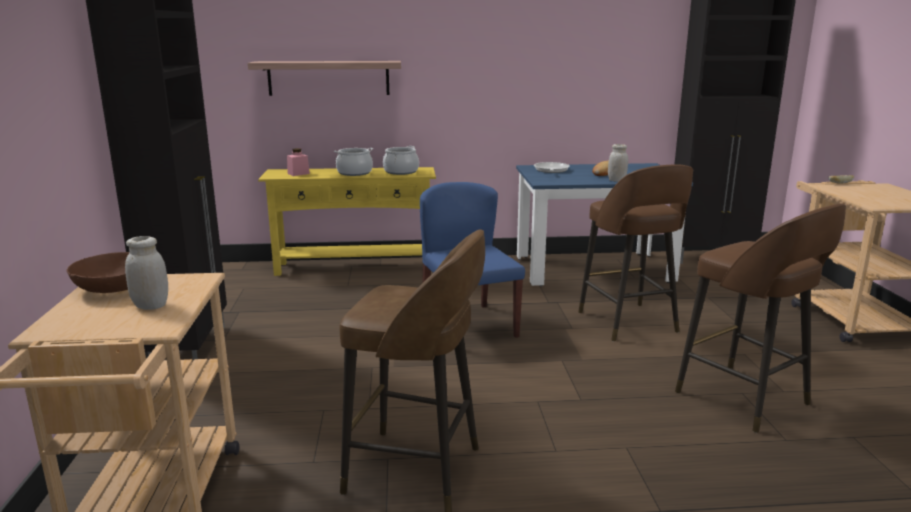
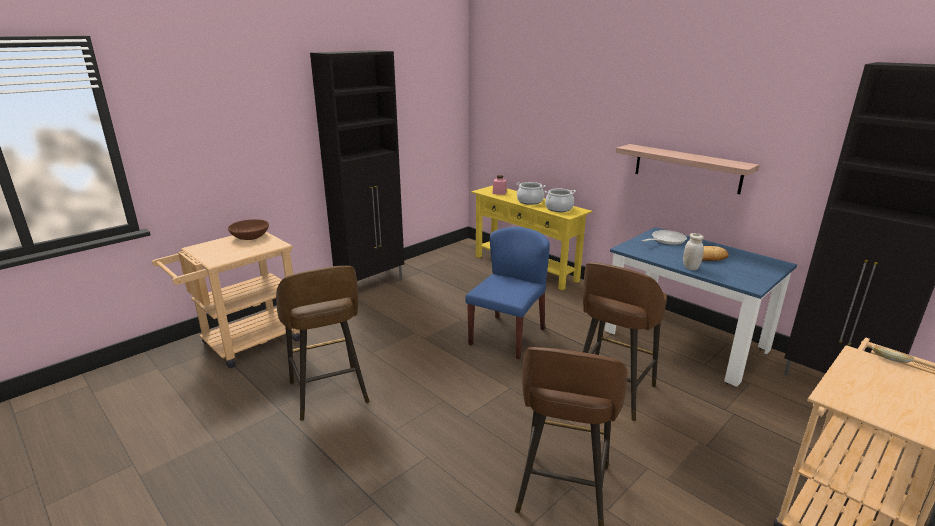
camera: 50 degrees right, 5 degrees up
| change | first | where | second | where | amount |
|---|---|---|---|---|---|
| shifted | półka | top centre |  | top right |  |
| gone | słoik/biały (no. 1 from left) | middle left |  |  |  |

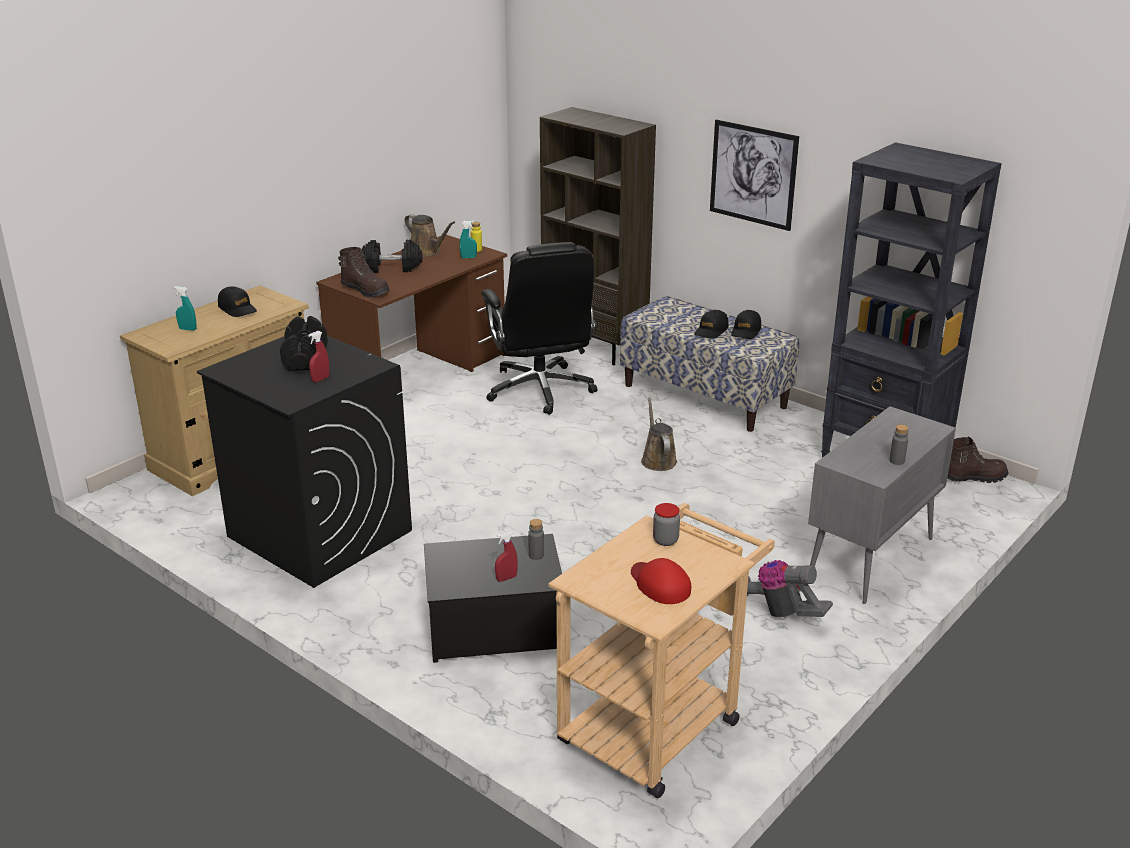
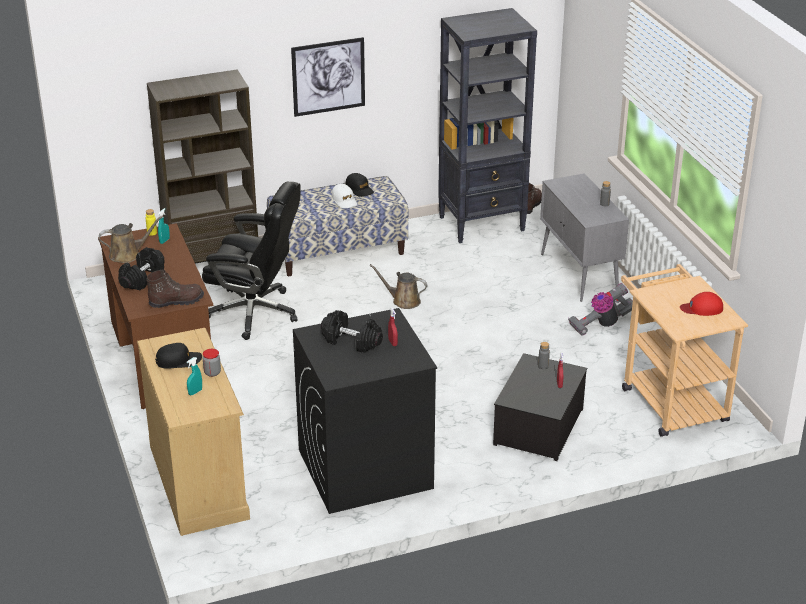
camera: 60 degrees left, 5 degrees up
| change | first | where | second | where | amount |
|---|---|---|---|---|---|
| shifted | słoik | centre |  | middle left |  |
| repainted | czapka z daszkiem/czarny (no. 2 from left) | centre | czapka z daszkiem/biały | top centre |  |

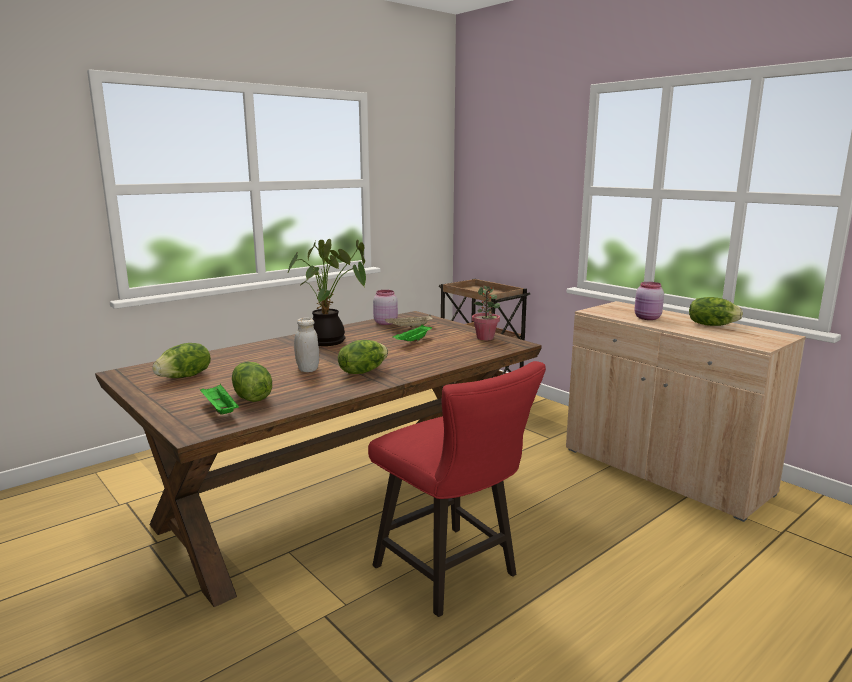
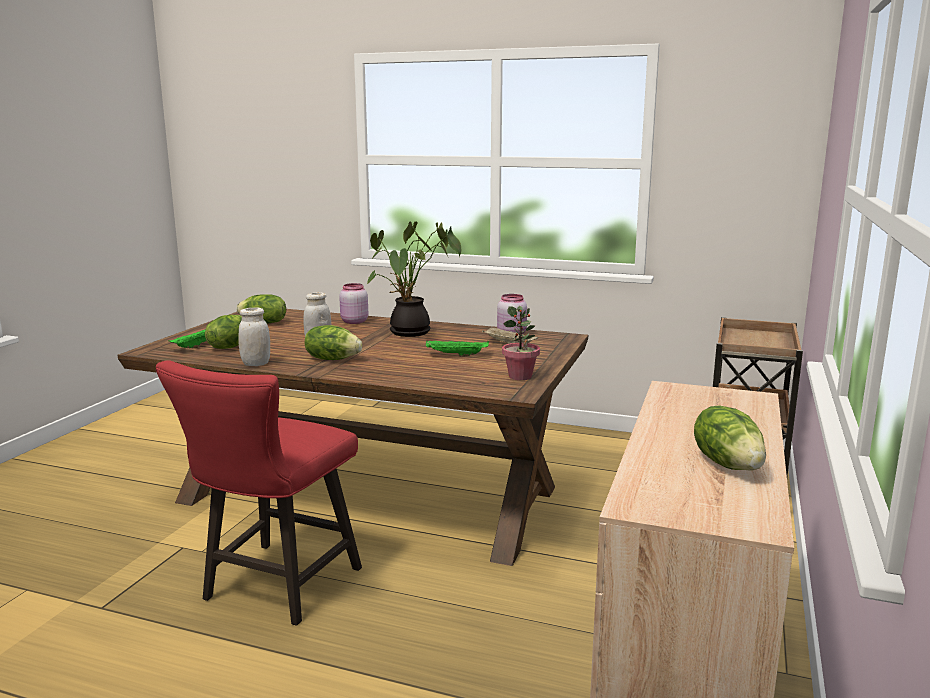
camera: 60 degrees right, 0 degrees up
| change | first | where | second | where | amount |
|---|---|---|---|---|---|
| new |  |  | słoik/biały (no. 1 from left) | middle left |  |
| shifted | słoik/różowy (no. 2 from left in the first image) | middle right | słoik/różowy (no. 1 from left) | centre |  |

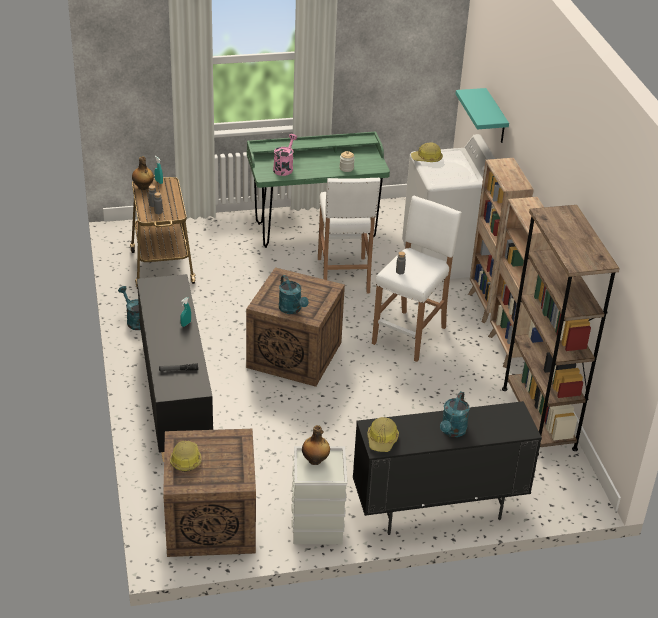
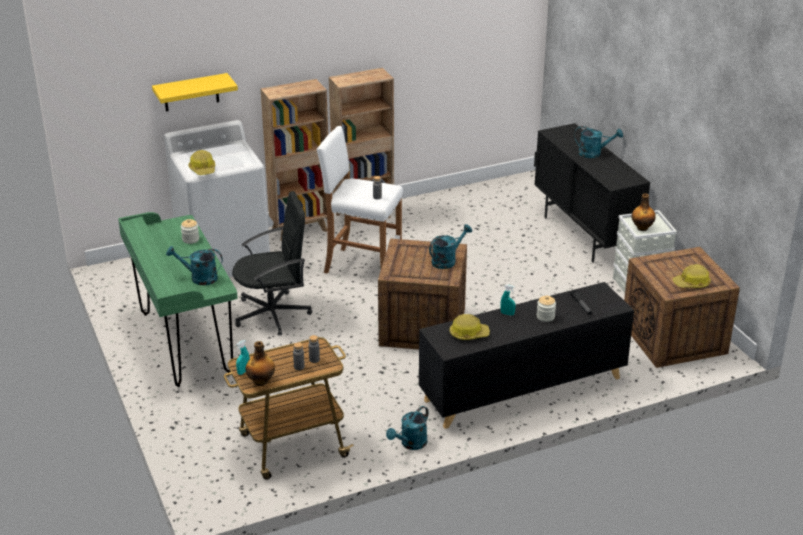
camera: 100 degrees left, 5 degrees down
| change | first | where | second | where | amount |
|---|---|---|---|---|---|
| repainted | półka/turkusowy | top right | półka/żółty | top left |  |
| repainted | konewka/różowy | top centre | konewka/turkusowy (no. 1 from left) | middle left |  |
| swapped | stołek/biały (no. 1 from left) | centre | krzesło biurowe/czarny | centre |  |
| shifted | kask (no. 2 from left) | bottom centre |  | centre |  |
| new |  |  | słoik (no. 2 from left) | middle right |  |
| gone | regał/brązowy (no. 3 from left) | middle right |  |  |  |

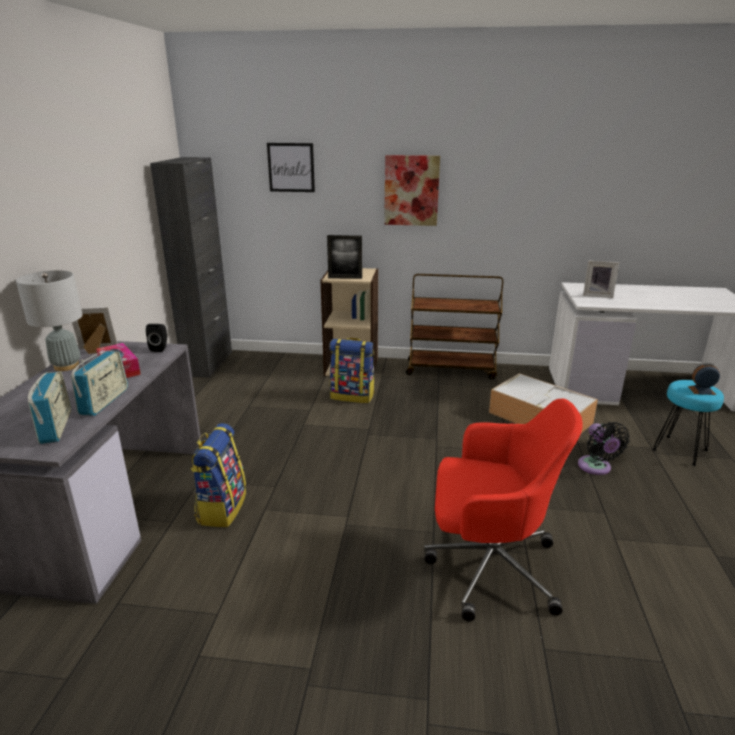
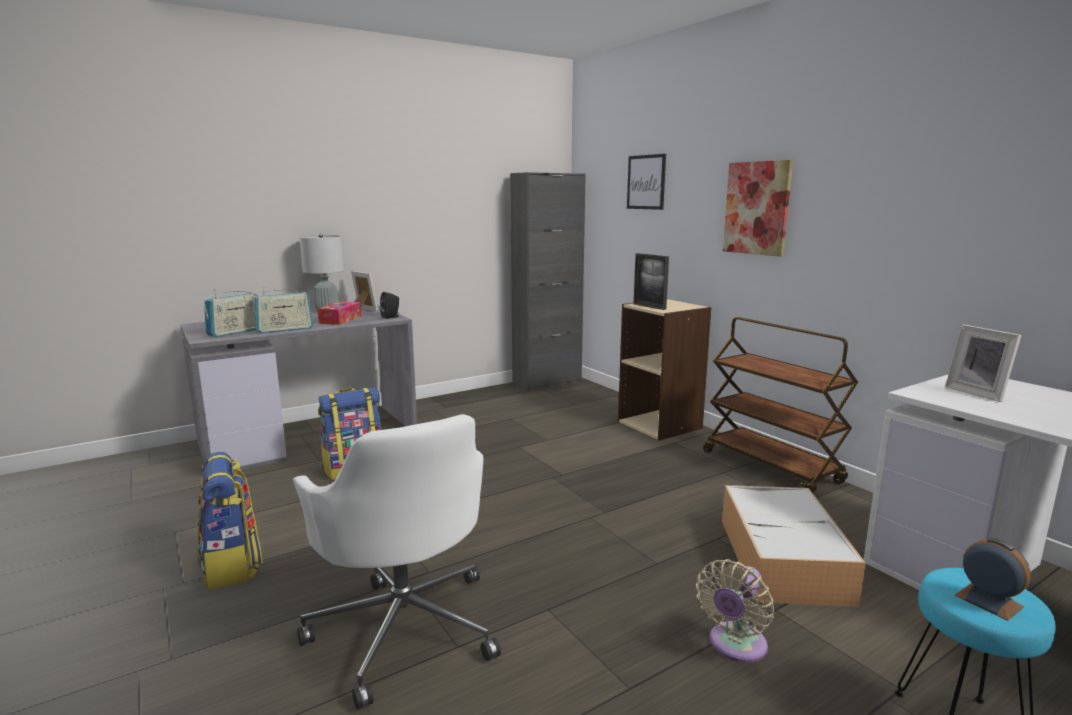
camera: 50 degrees right, 10 degrees down
| change | first | where | second | where | amount |
|---|---|---|---|---|---|
| shifted | plecak (no. 2 from left in the first image) | centre | plecak (no. 1 from left) | bottom left |  |
| repainted | krzesło biurowe/czerwony | bottom right | krzesło biurowe/biały | bottom centre |  |
| repainted | wentylator/czarny | middle right | wentylator/beżowy | bottom right |  |

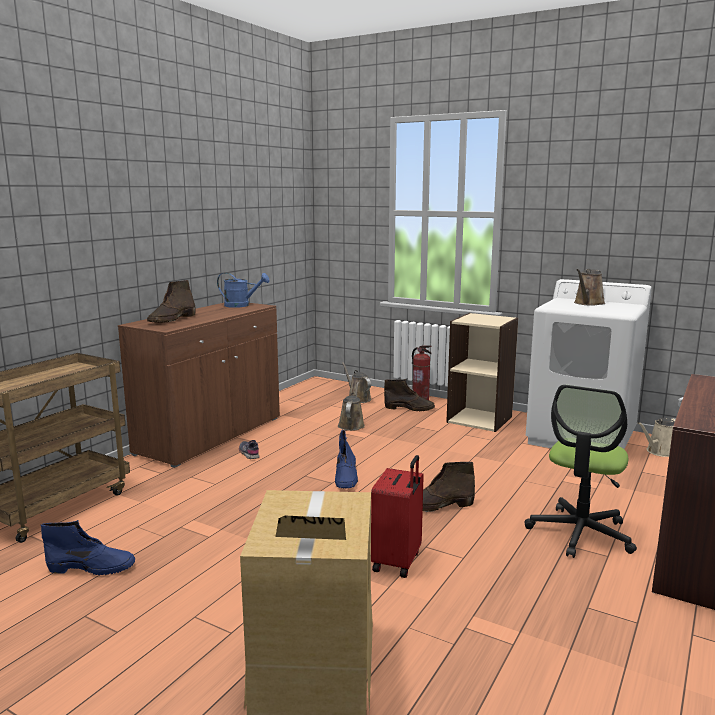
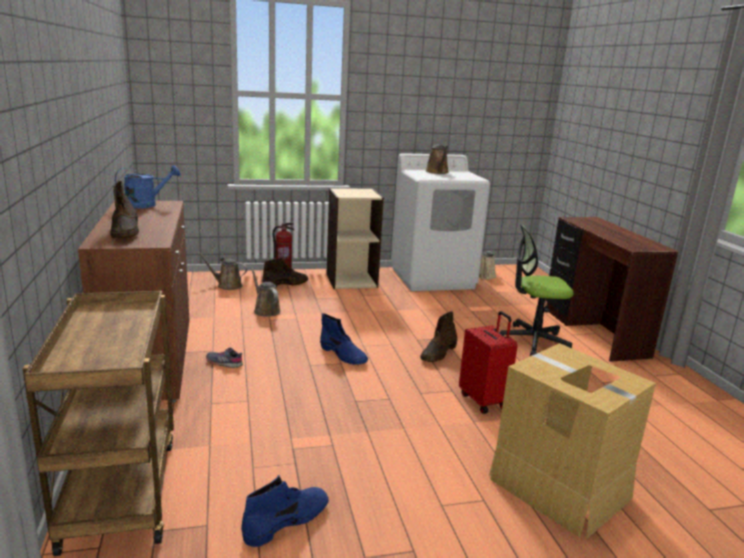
camera: 45 degrees left, 5 degrees up
| change | first | where | second | where | amount |
|---|---|---|---|---|---|
| rotated | krzesło biurowe | middle right |  | middle right | 105 degrees clockwise |

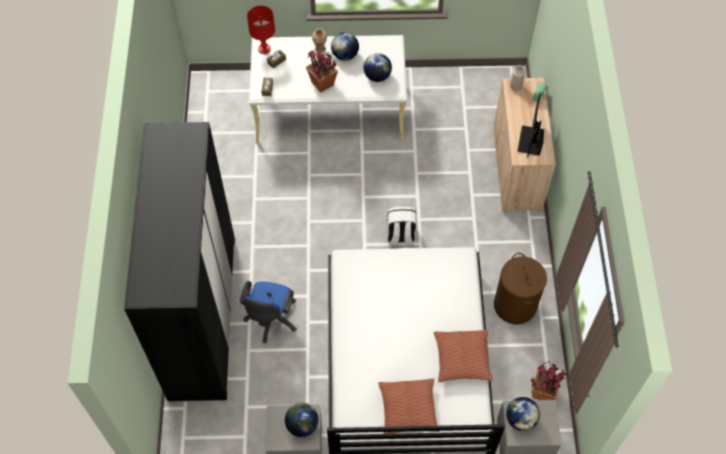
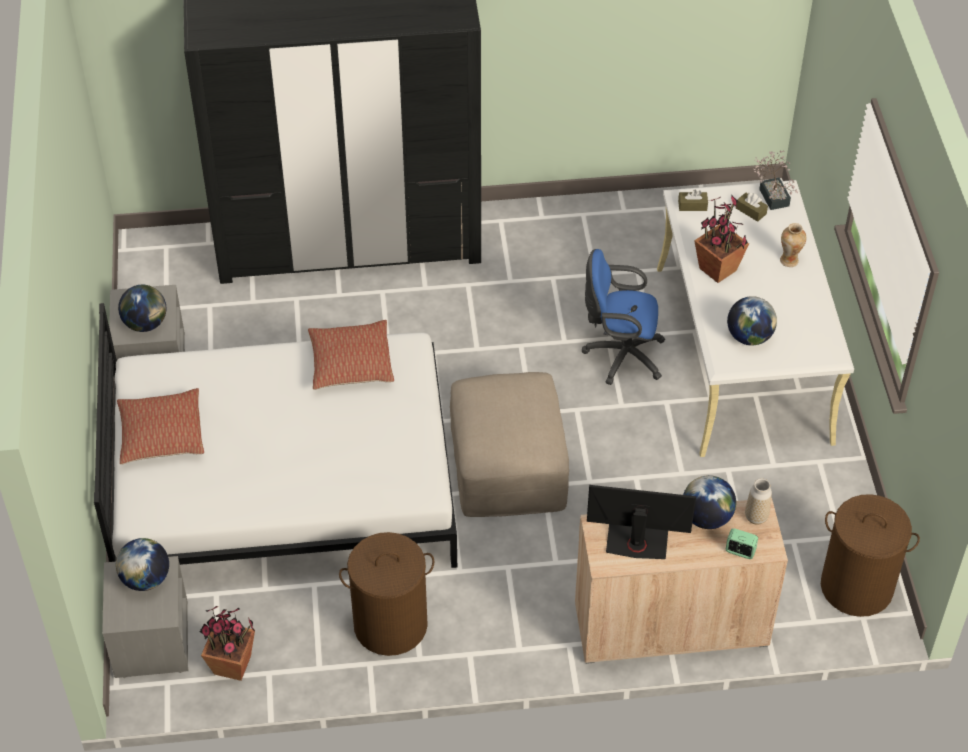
camera: 85 degrees right, 10 degrees down
| change | first | where | second | where | amount |
|---|---|---|---|---|---|
| shifted | poduszka (no. 2 from left) | bottom centre |  | centre |  |
| swapped | plecak/biały | centre | pufa/beżowy | centre |  |
| shifted | krzesło biurowe/niebieski | bottom centre |  | centre |  |
| shifted | globus (no. 2 from left in the first image) | top centre | globus (no. 3 from left) | bottom right |  |
| swapped | lampa stołowa/czerwony | top centre | roślina doniczkowa (no. 3 from left) | top right |  |
| new |  |  | kosz na pranie/brązowy (no. 2 from left) | bottom right |  |

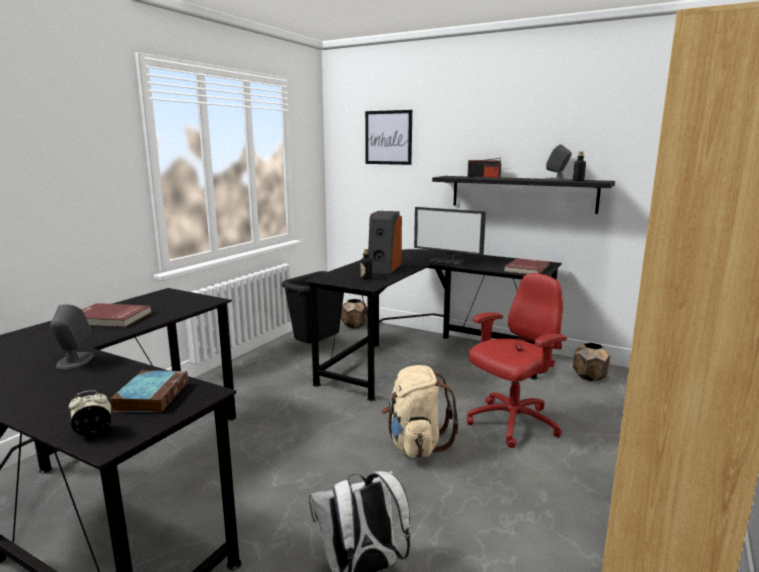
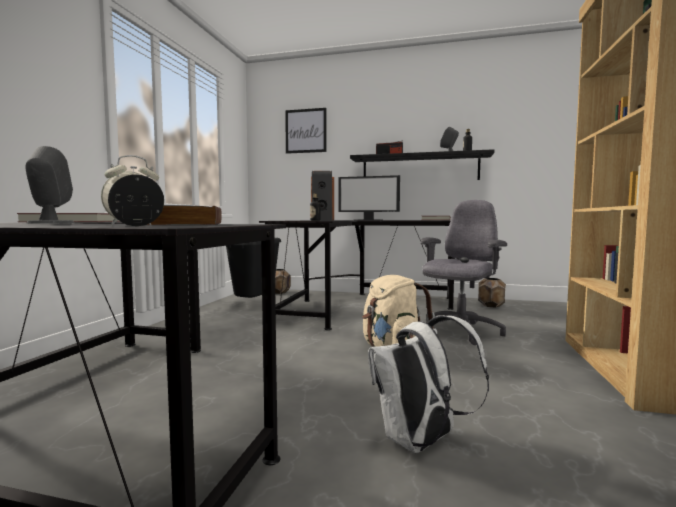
camera: 15 degrees left, 10 degrees down
| change | first | where | second | where | amount |
|---|---|---|---|---|---|
| repainted | krzesło biurowe/czerwony | middle right | krzesło biurowe/szary | middle right |  |

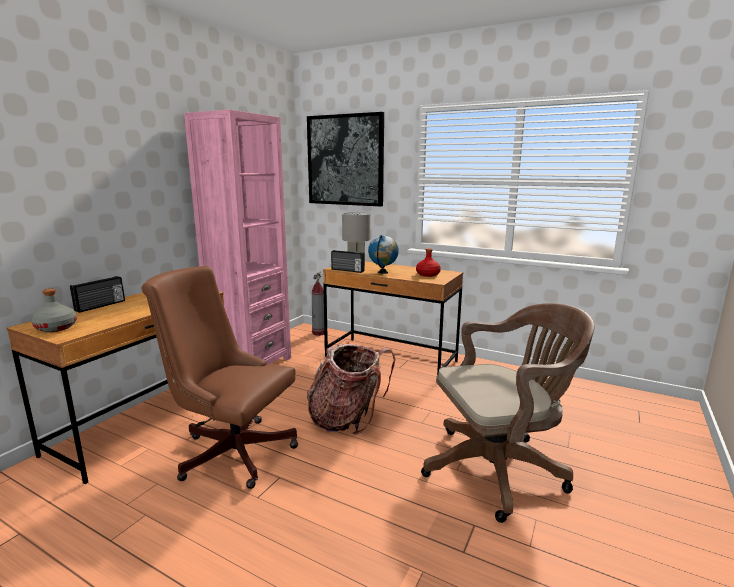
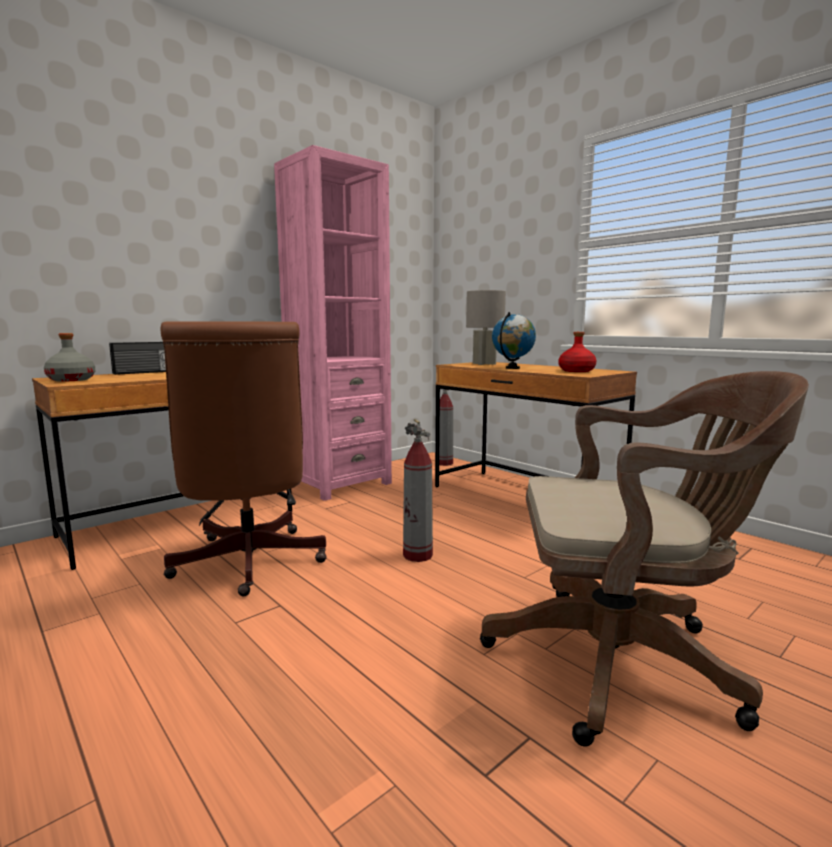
camera: 20 degrees right, 5 degrees down
| change | first | where | second | where | amount |
|---|---|---|---|---|---|
| rotated | krzesło biurowe/brązowy (no. 1 from left) | middle left |  | middle left | 150 degrees counterclockwise |
| swapped | plecak | centre | gaśnica (no. 1 from left) | centre |  |
| gone | obraz | top centre |  |  |  |
| gone | radio (no. 2 from left) | centre |  |  |  |

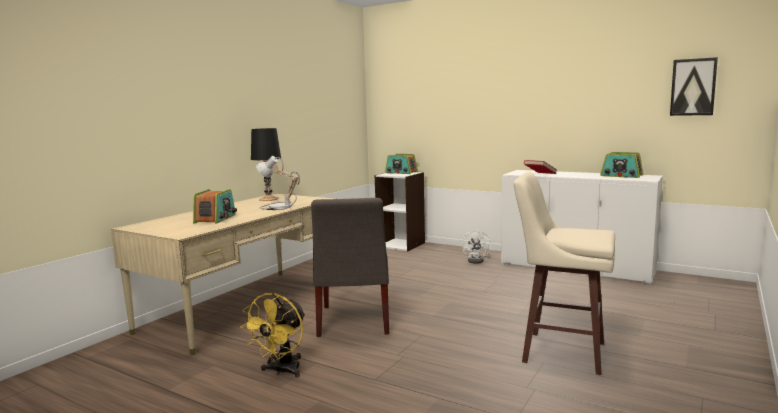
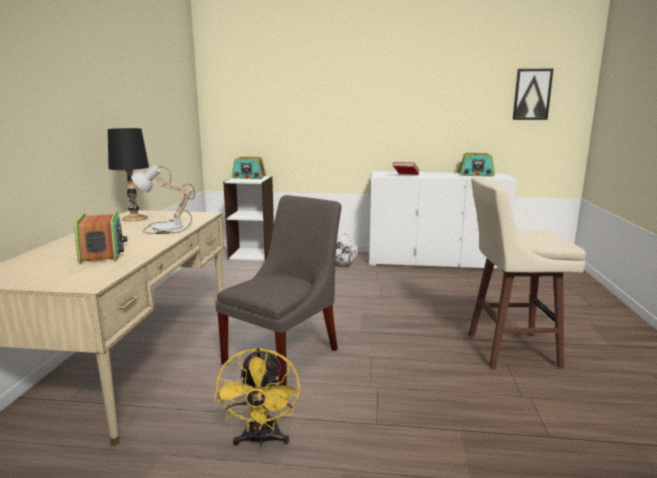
camera: 25 degrees left, 5 degrees up
| change | first | where | second | where | amount |
|---|---|---|---|---|---|
| rotated | krzesło/szary | centre |  | centre | 120 degrees counterclockwise |

